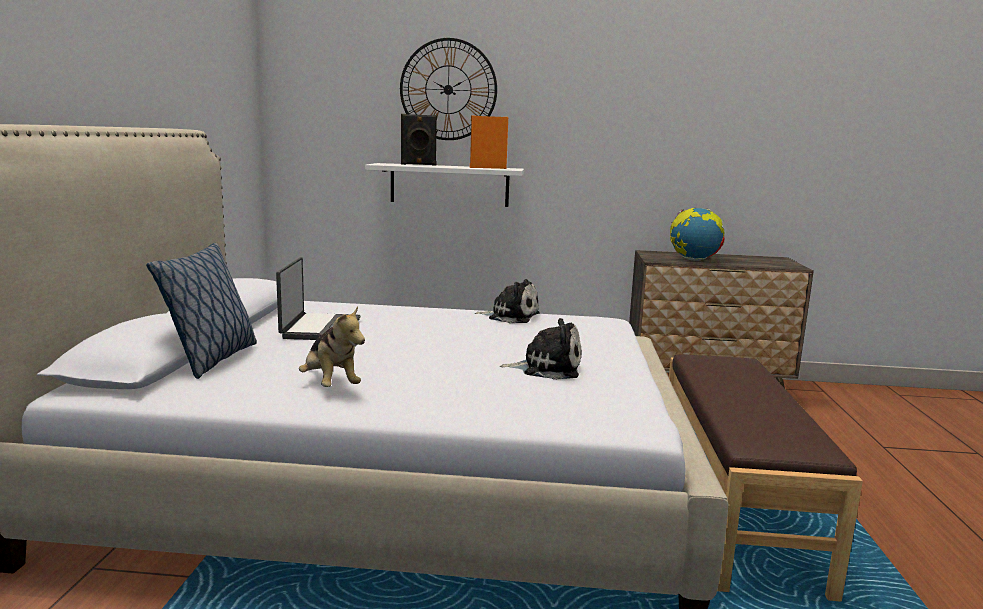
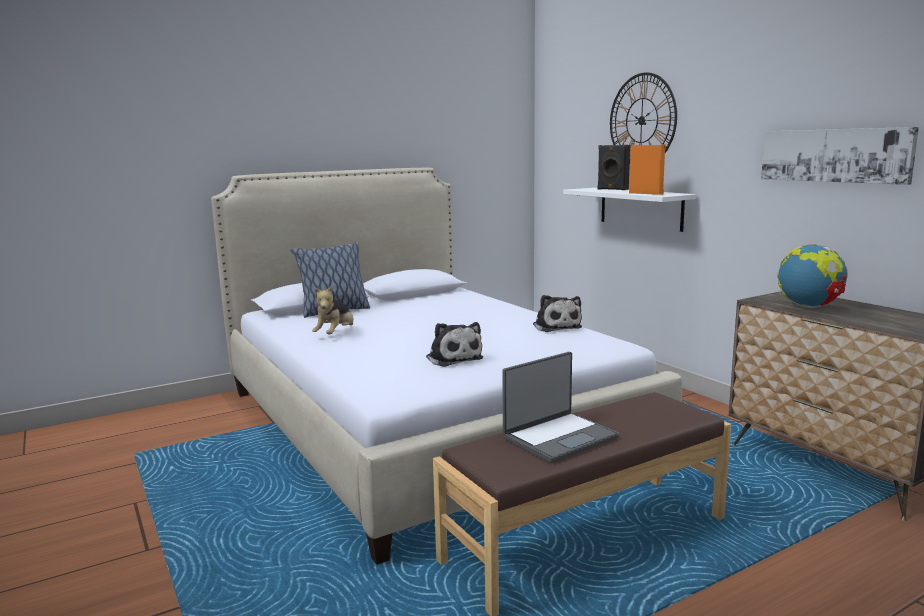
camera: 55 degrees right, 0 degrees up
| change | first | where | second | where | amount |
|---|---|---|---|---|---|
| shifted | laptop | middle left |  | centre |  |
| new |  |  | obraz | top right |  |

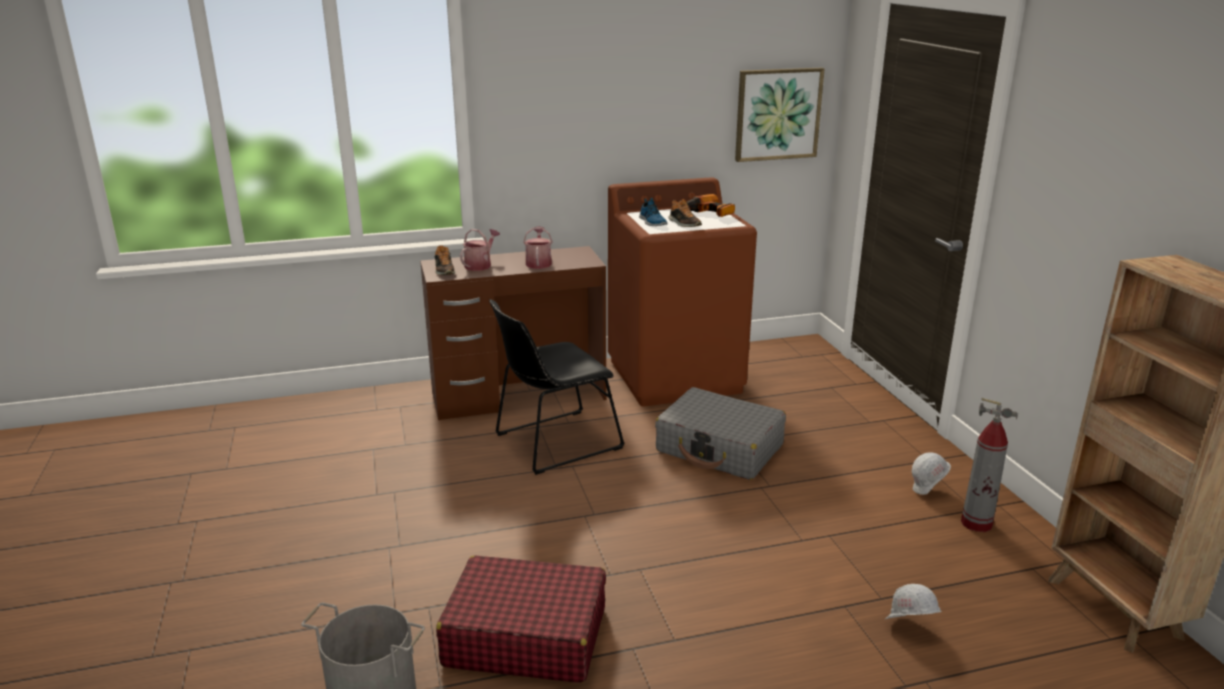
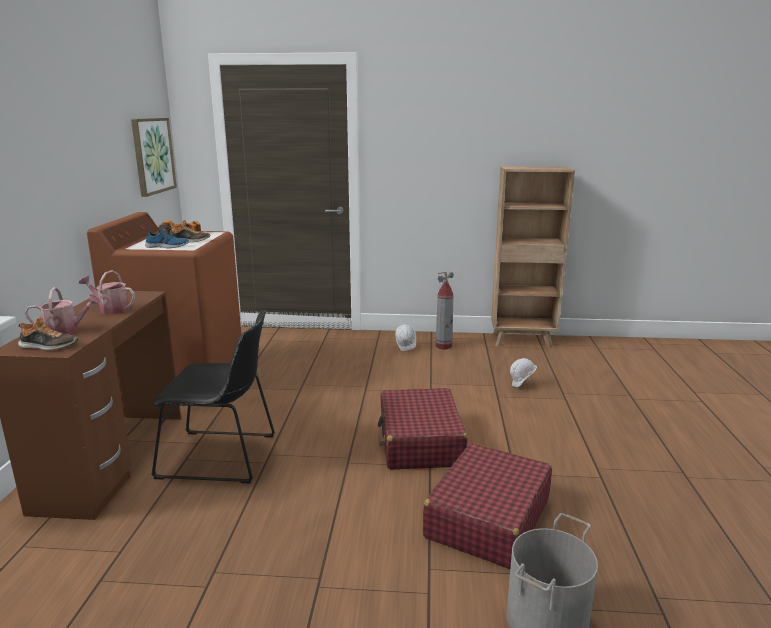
camera: 70 degrees left, 5 degrees down
| change | first | where | second | where | amount |
|---|---|---|---|---|---|
| rotated | konewka (no. 1 from left) | centre |  | middle left | 120 degrees clockwise |
| rotated | krzesło/czarny | centre |  | middle left | 75 degrees counterclockwise |
| new |  |  | walizka/czerwony (no. 1 from left) | bottom centre |  |
| gone | walizka/szary | centre |  |  |  |

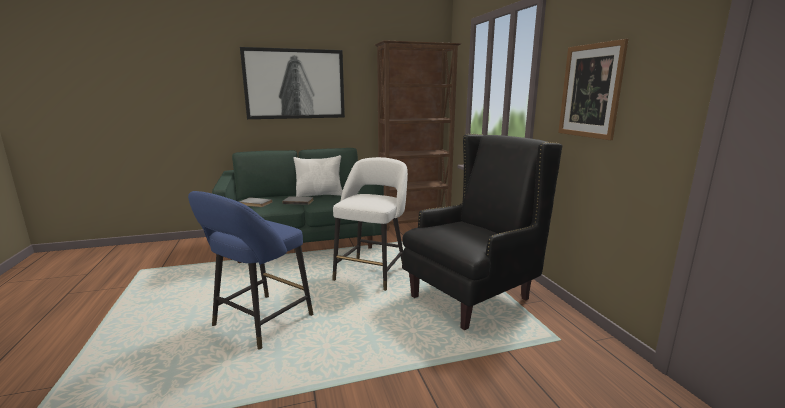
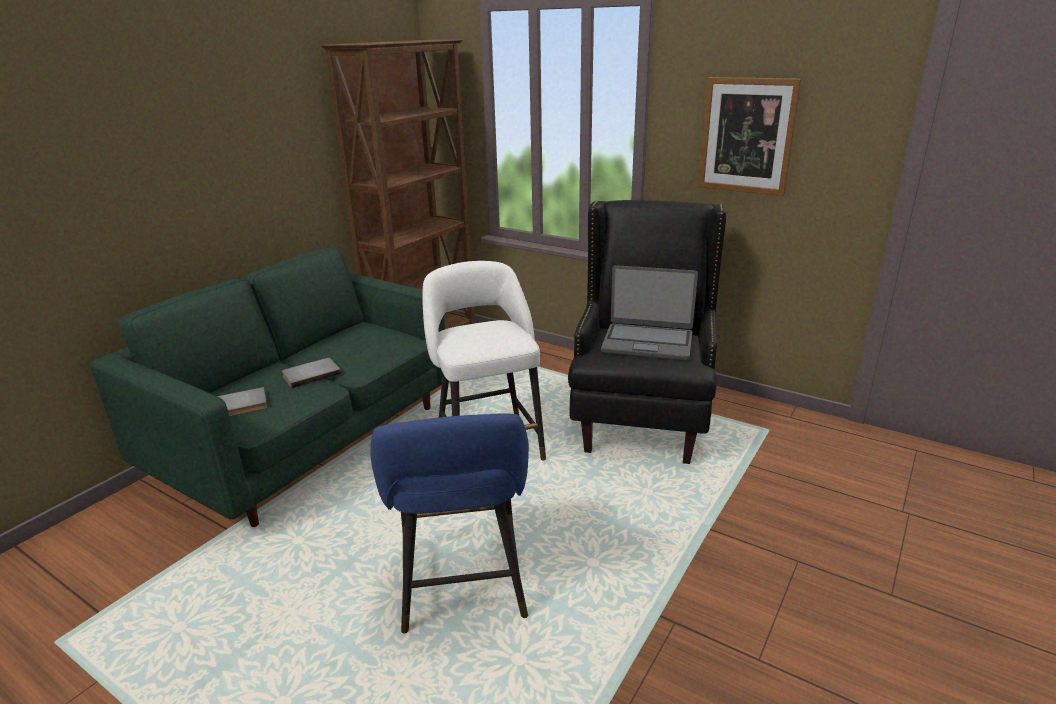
camera: 40 degrees left, 10 degrees up
| change | first | where | second | where | amount |
|---|---|---|---|---|---|
| new |  |  | laptop | centre |  |
| gone | obraz (no. 1 from left) | top centre |  |  |  |
| gone | poduszka/biały | centre |  |  |  |

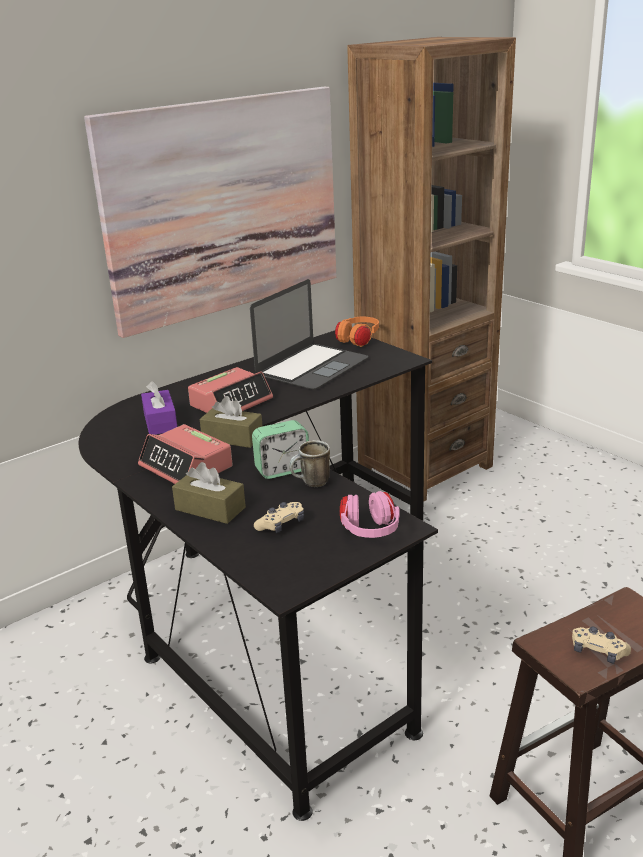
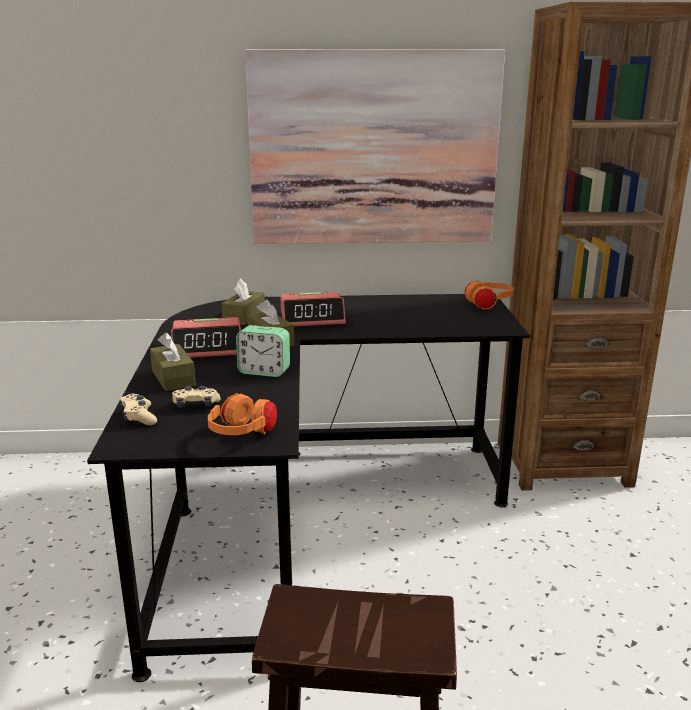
camera: 35 degrees right, 5 degrees down
| change | first | where | second | where | amount |
|---|---|---|---|---|---|
| shifted | pad do gier/beżowy (no. 2 from left in the first image) | bottom right | pad do gier/beżowy (no. 1 from left) | middle left |  |
| rotated | budzik (no. 1 from left) | middle left |  | middle left | 90 degrees counterclockwise |
| repainted | słuchawki/różowy | centre | słuchawki/pomarańczowy (no. 1 from left) | centre |  |
| repainted | pudełko chusteczek/fioletowy | middle left | pudełko chusteczek/brązowy (no. 2 from left) | centre |  |
| gone | laptop | centre |  |  |  |
| gone | kubek | centre |  |  |  |

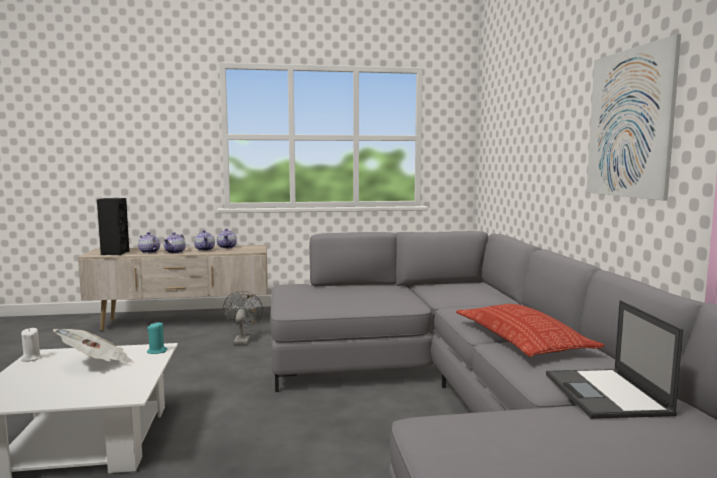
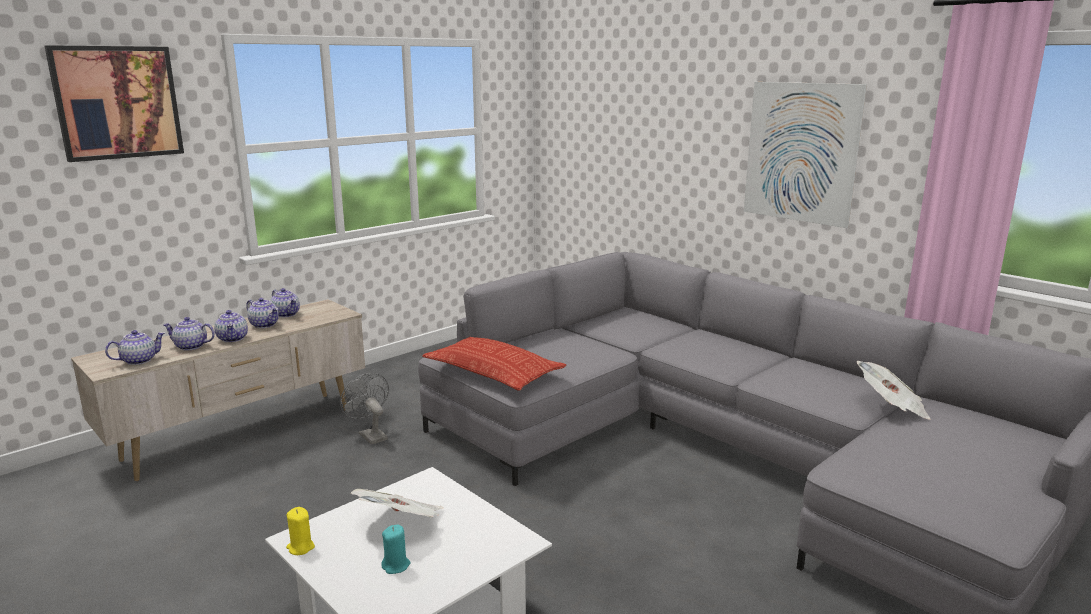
camera: 35 degrees left, 10 degrees up
| change | first | where | second | where | amount |
|---|---|---|---|---|---|
| new |  |  | obraz (no. 1 from left) | top left |  |
| swapped | głośnik/czarny | middle left | imbryk (no. 1 from left) | middle left |  |
| repainted | świeca/biały | bottom left | świeca/żółty | bottom left |  |
| shifted | świeca/turkusowy | bottom left |  | bottom centre |  |
| shifted | poduszka | bottom right |  | centre |  |
| swapped | laptop | bottom right | gazeta (no. 2 from left) | middle right |  |

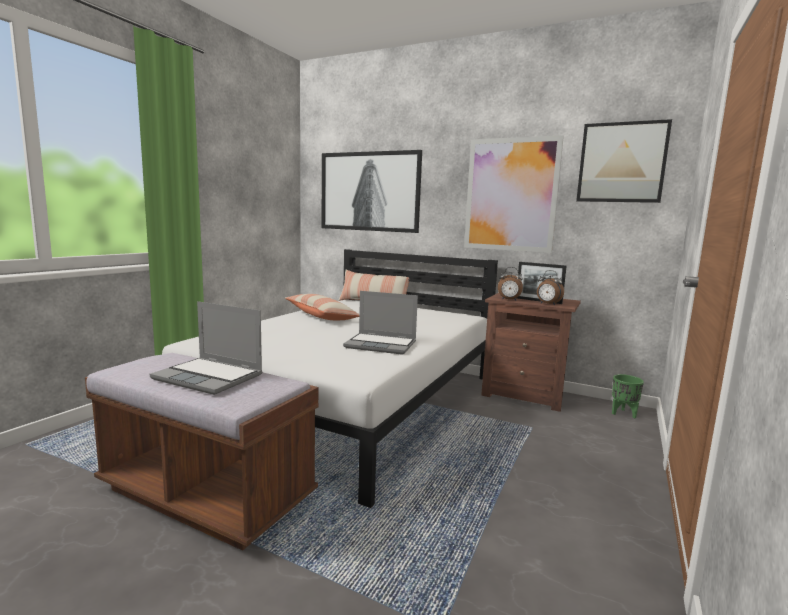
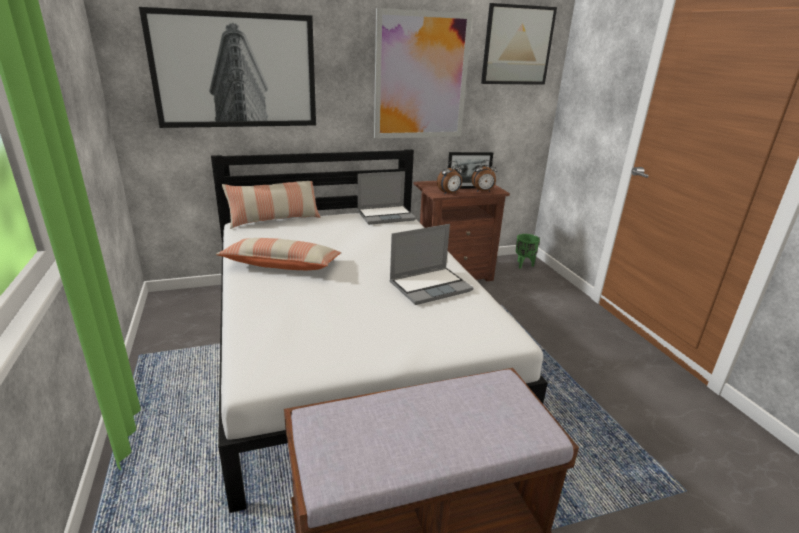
camera: 45 degrees left, 15 degrees up
| change | first | where | second | where | amount |
|---|---|---|---|---|---|
| shifted | laptop (no. 1 from left) | middle left |  | centre |  |

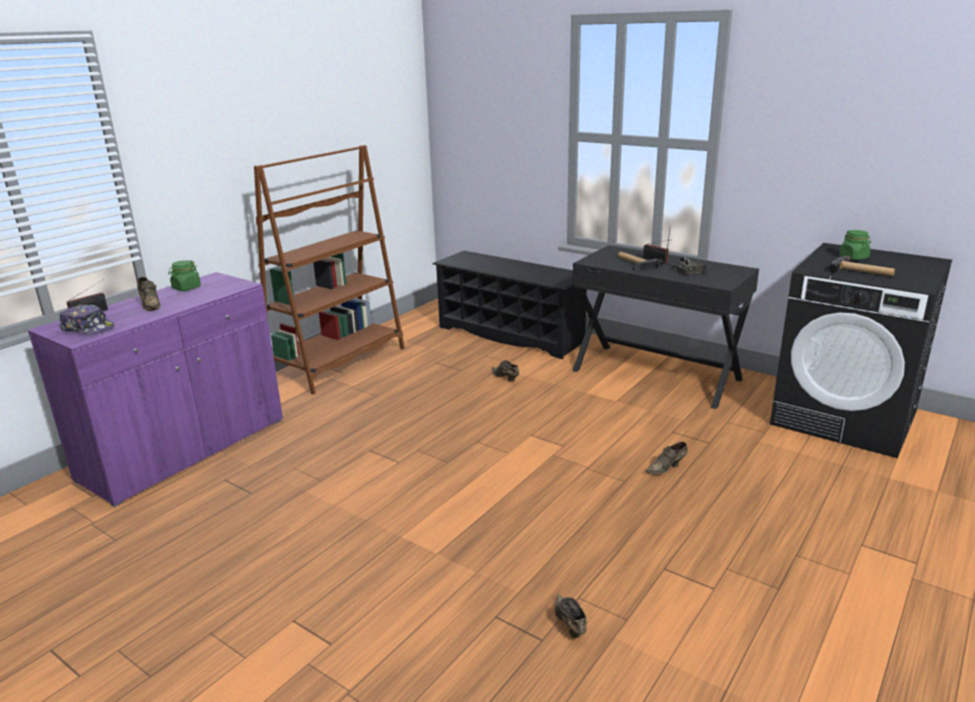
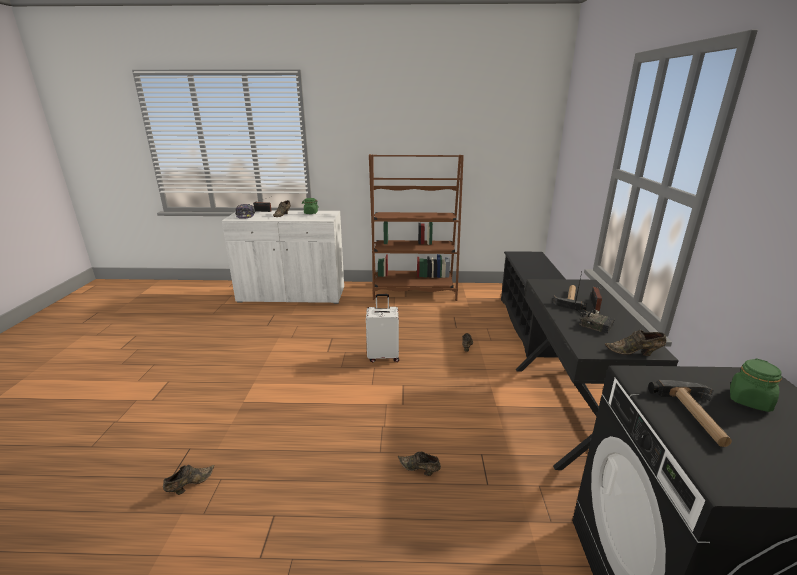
camera: 55 degrees right, 0 degrees up
| change | first | where | second | where | amount |
|---|---|---|---|---|---|
| repainted | szafka/fioletowy | middle left | szafka/biały | centre |  |
| new |  |  | walizka/biały | centre |  |
| new |  |  | but/brązowy (no. 5 from left) | middle right |  |

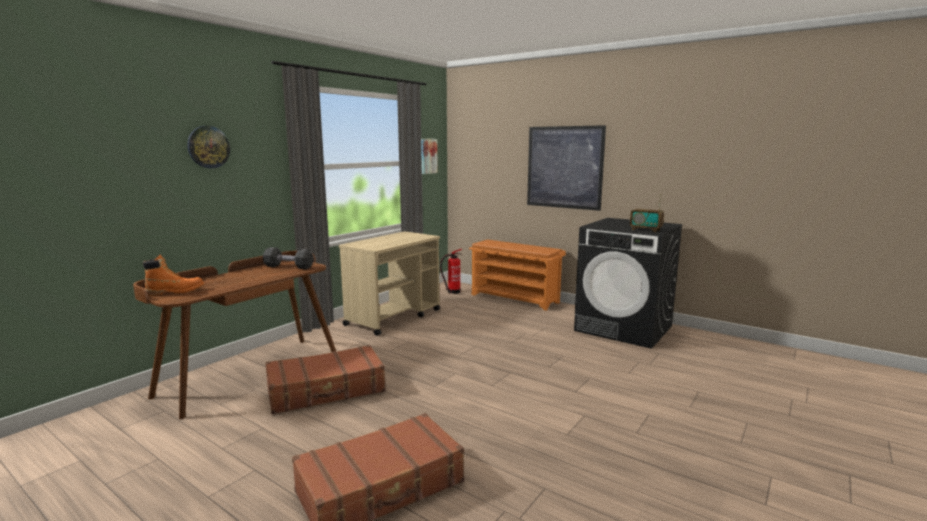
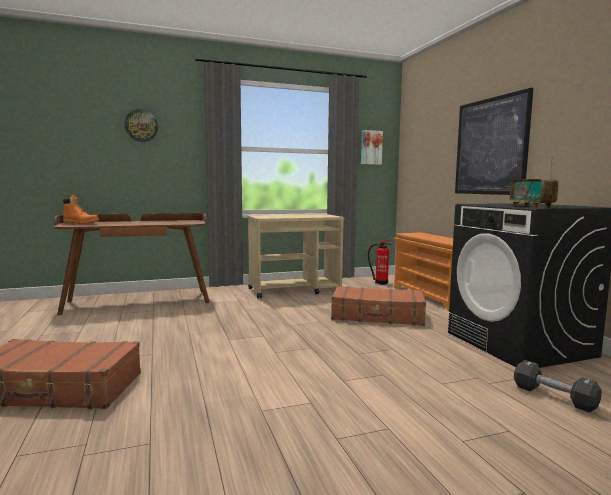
camera: 35 degrees right, 5 degrees down
| change | first | where | second | where | amount |
|---|---|---|---|---|---|
| shifted | walizka/brązowy (no. 1 from left in the first image) | bottom centre | walizka/brązowy (no. 2 from left) | centre |  |
| shifted | hantel/czarny | middle left |  | bottom right |  |

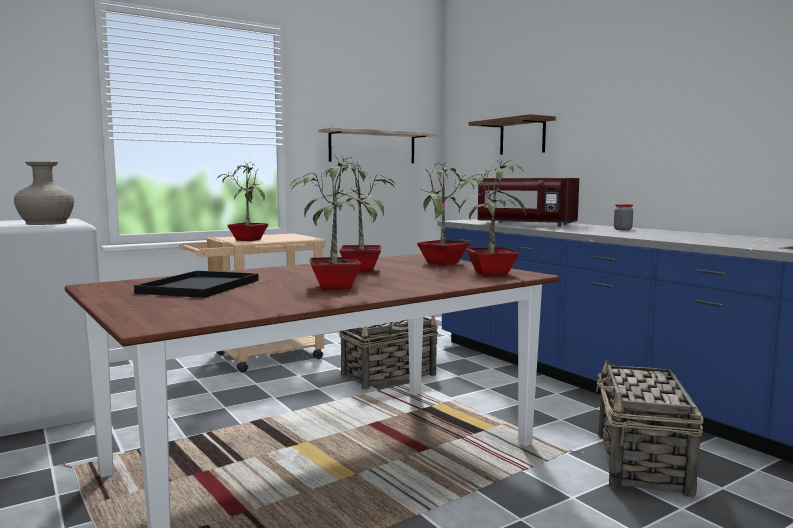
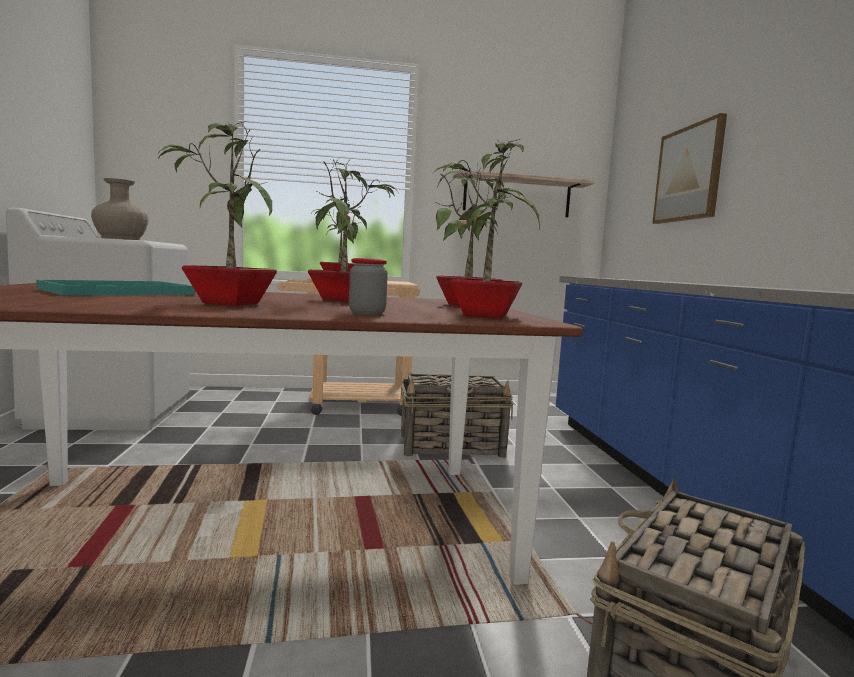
camera: 25 degrees right, 0 degrees up
| change | first | where | second | where | amount |
|---|---|---|---|---|---|
| repainted | taca/czarny | middle left | taca/turkusowy | middle left |  |
| shifted | słoik | middle right |  | centre |  |
| swapped | półka (no. 2 from left) | top centre | obraz | top right |  |
| gone | mikrofalówka/czerwony | centre |  |  |  |

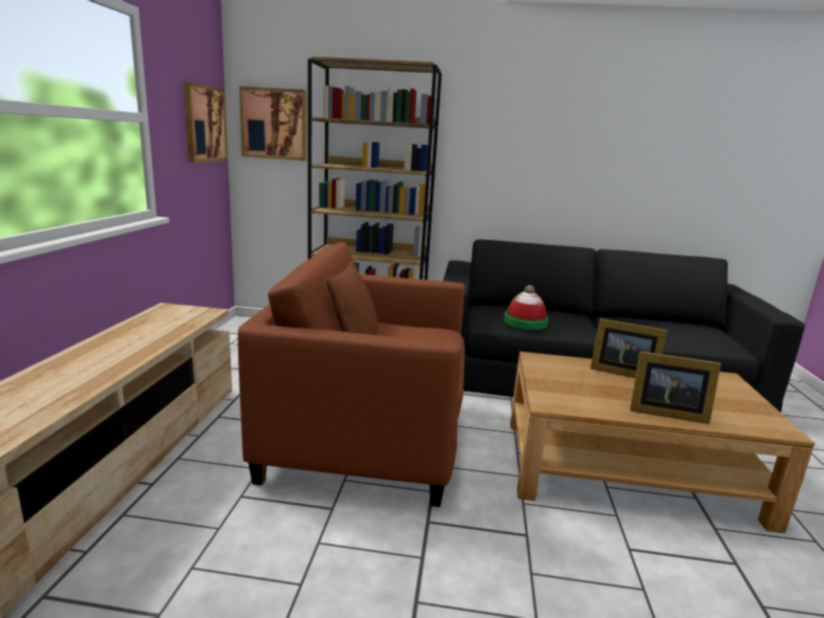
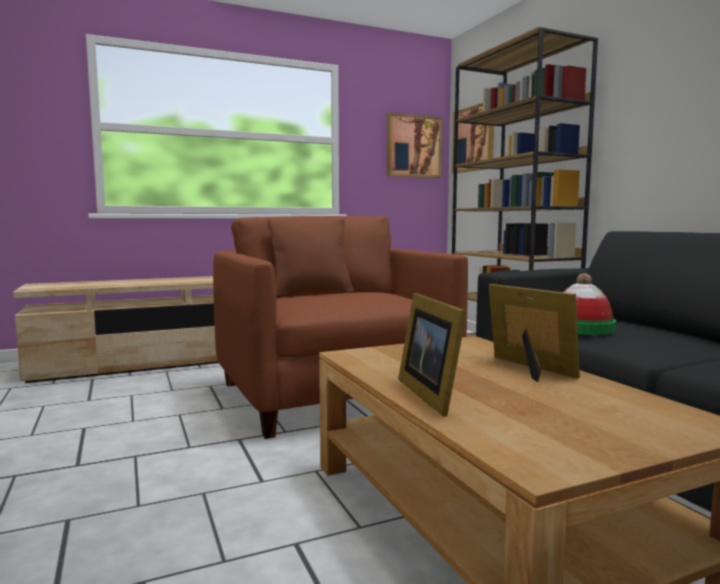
camera: 60 degrees right, 10 degrees down
| change | first | where | second | where | amount |
|---|---|---|---|---|---|
| rotated | ramka na zdjęcie (no. 1 from left in the first image) | middle right | ramka na zdjęcie (no. 2 from left) | middle right | 150 degrees clockwise |

